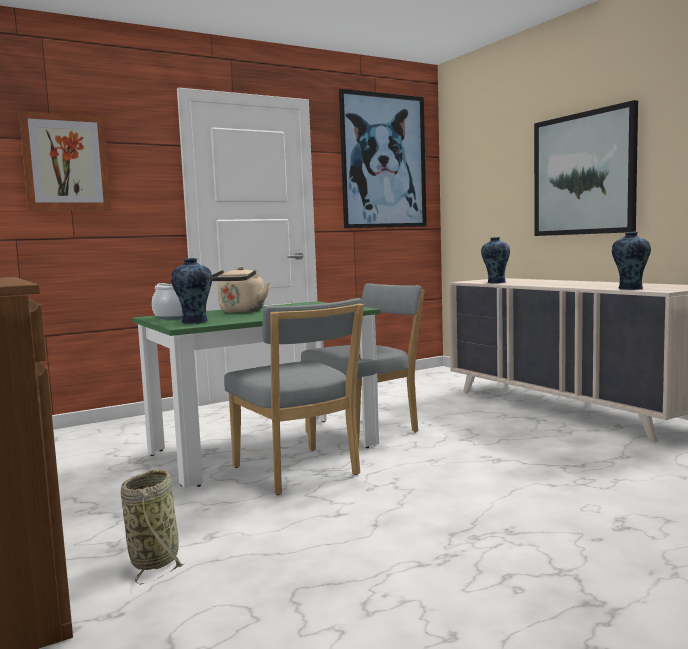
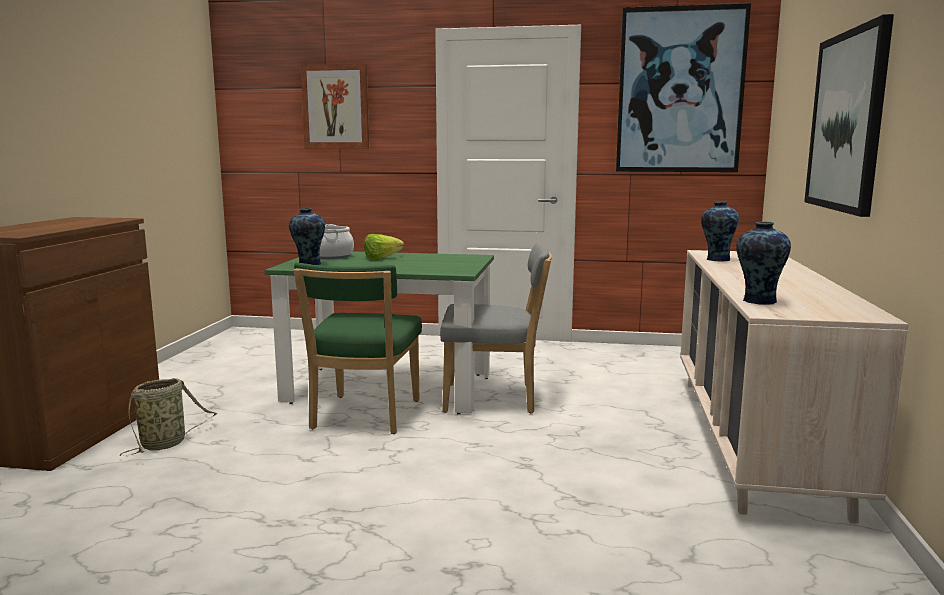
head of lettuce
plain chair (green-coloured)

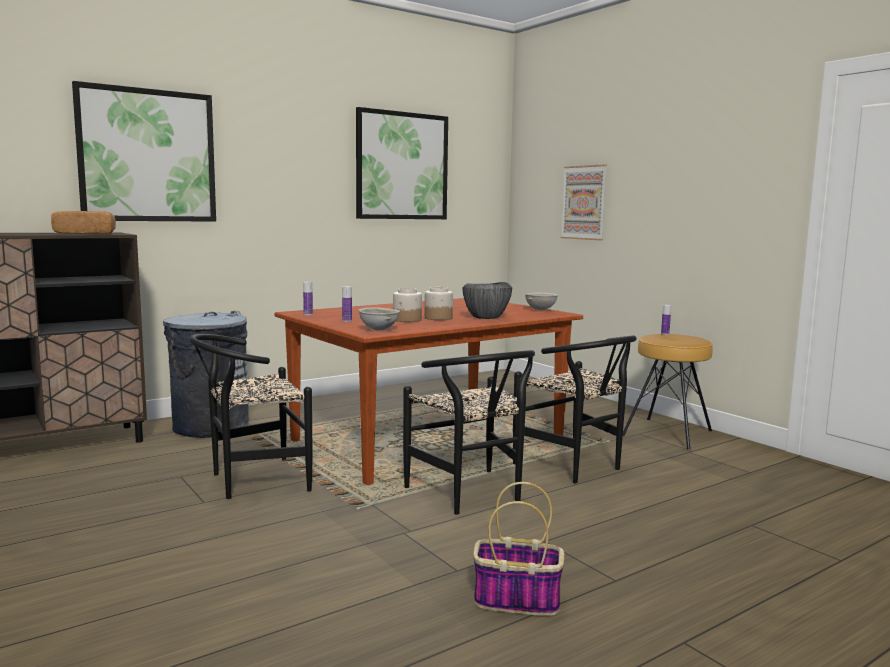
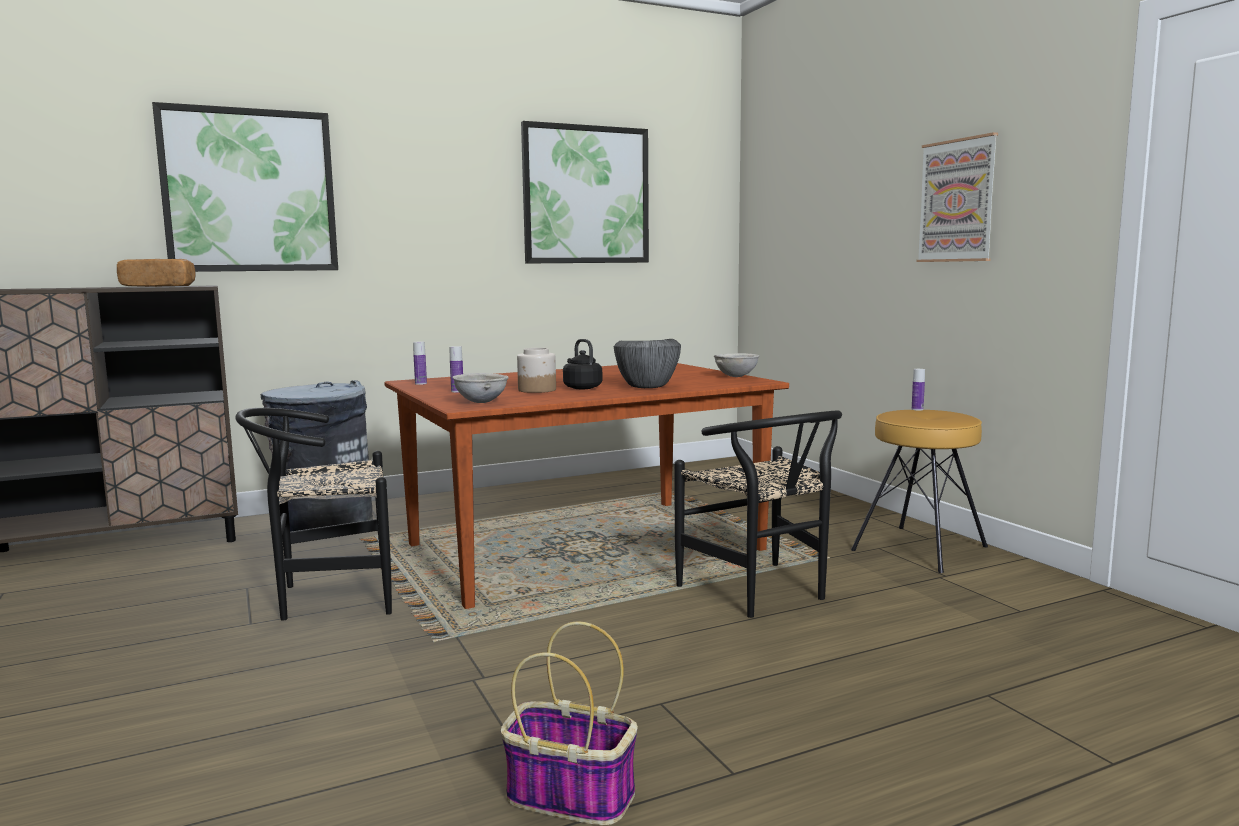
plain chair (black-coloured) (2nd from left in the first image)
picture (3rd from left)
tea kettle (black-coloured)

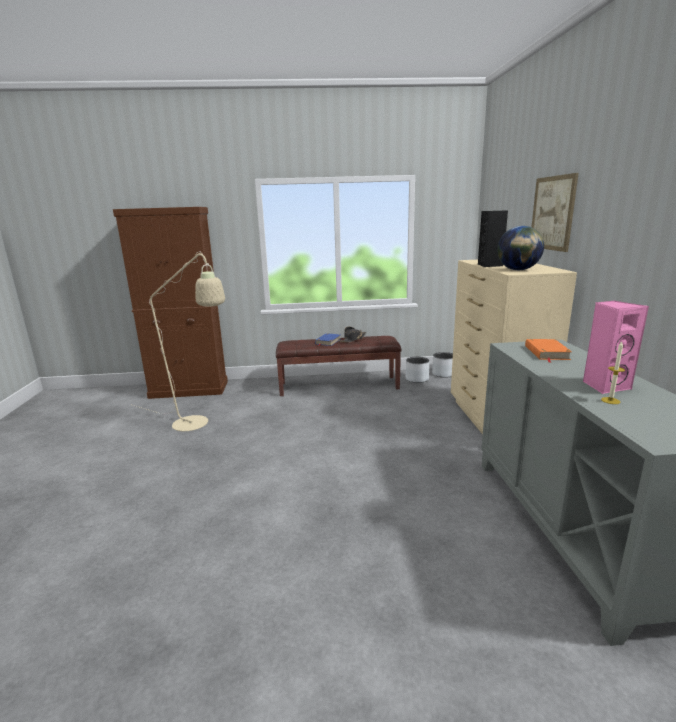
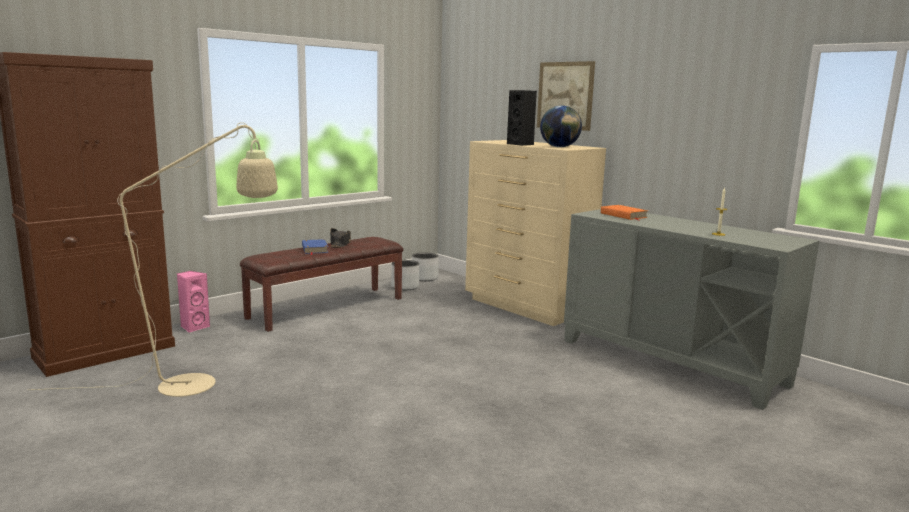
loudspeaker (pink)

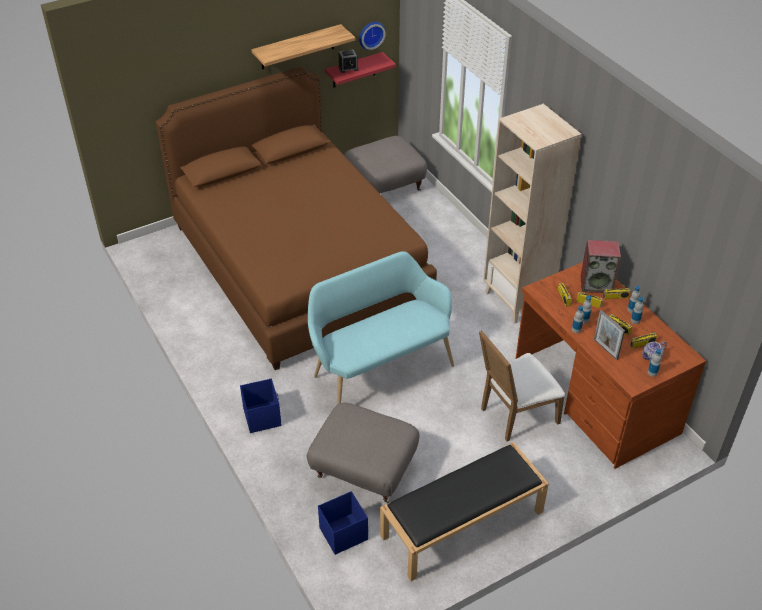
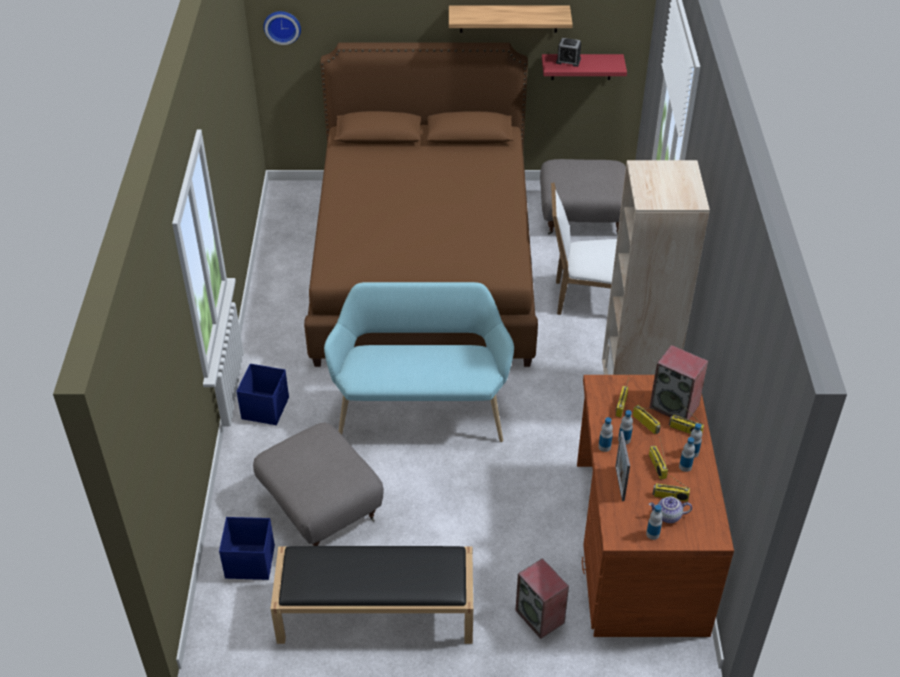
loudspeaker (1st from left)
hanging clock
plain chair (white)

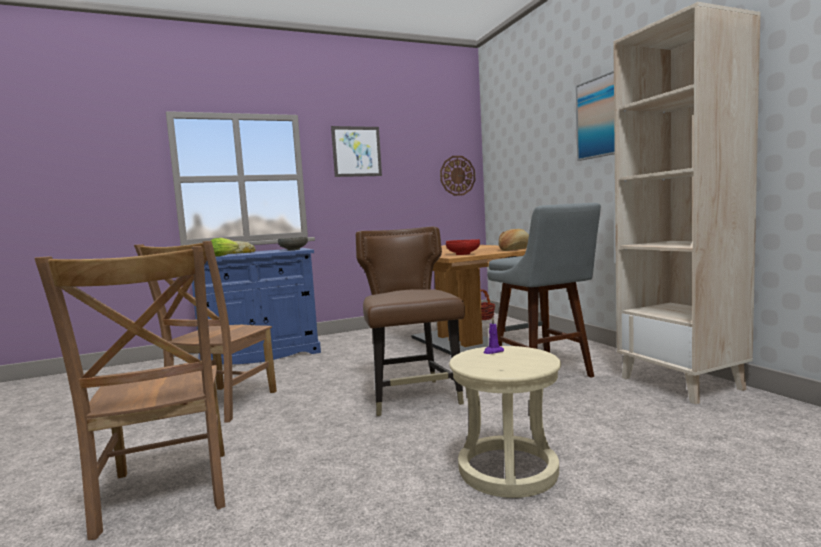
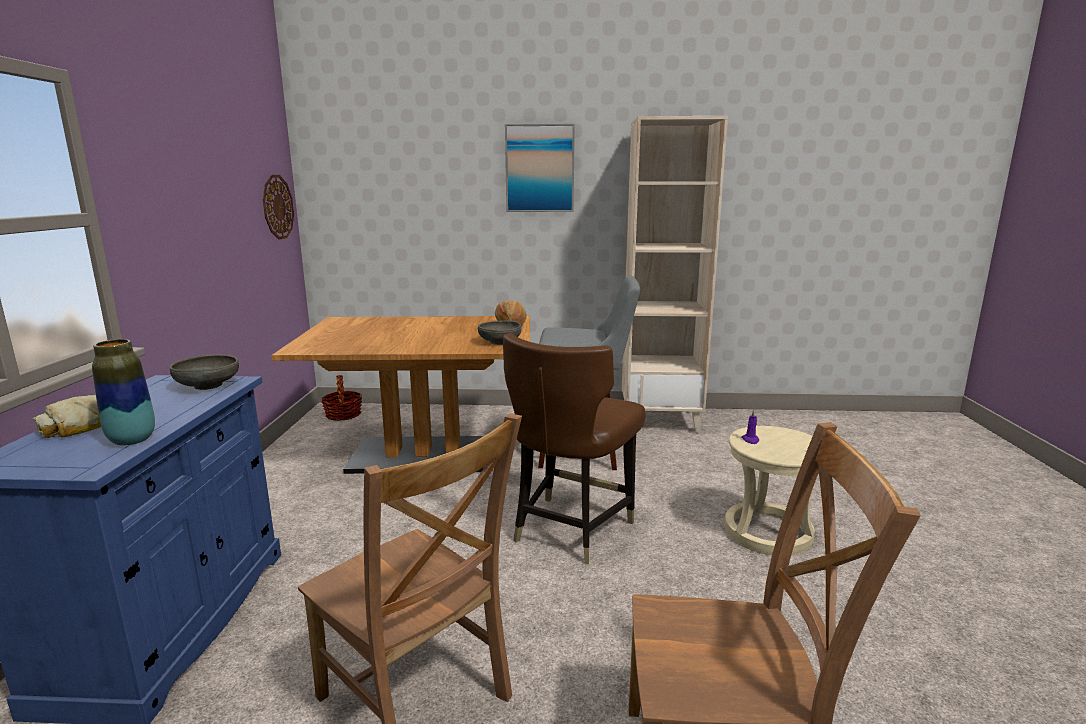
picture (1st from left in the first image)
flower vase
bowl (grey) (2nd from left)
plain chair (brown-coloured) (2nd from left)

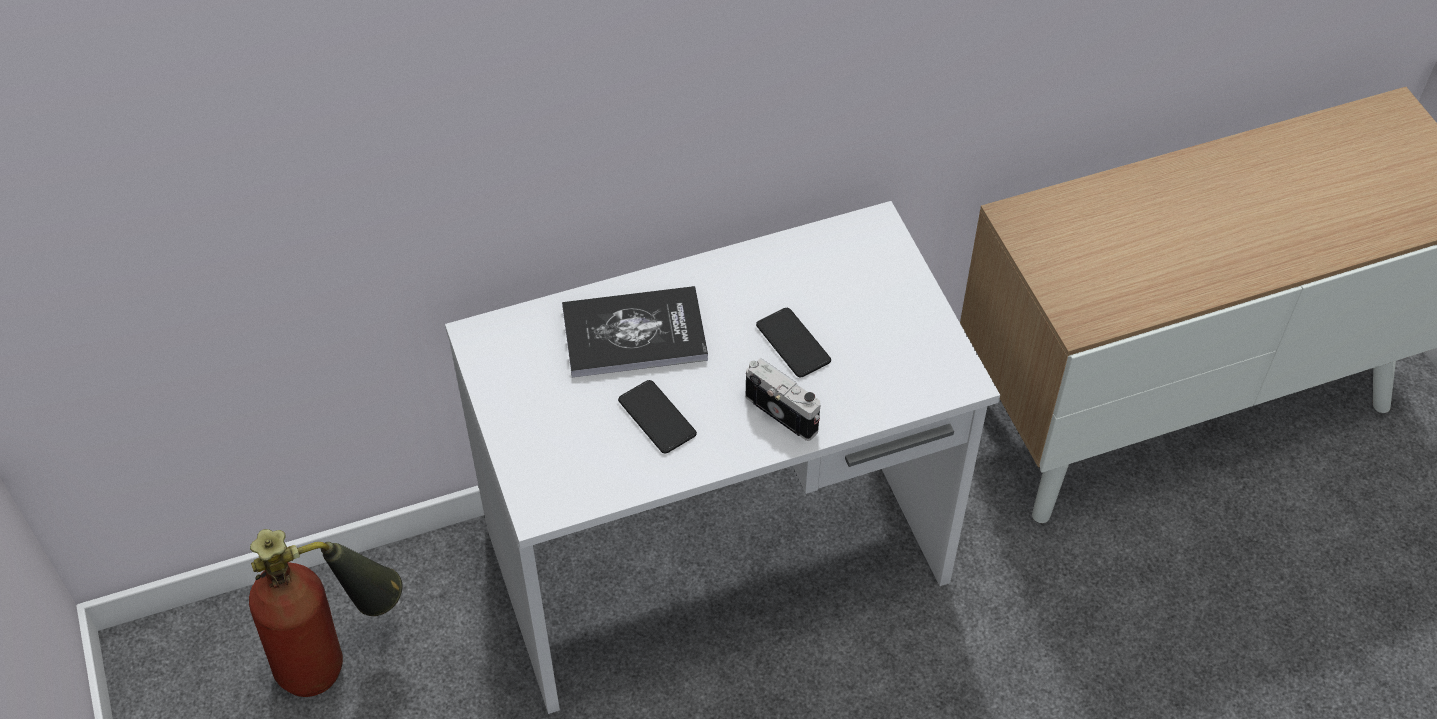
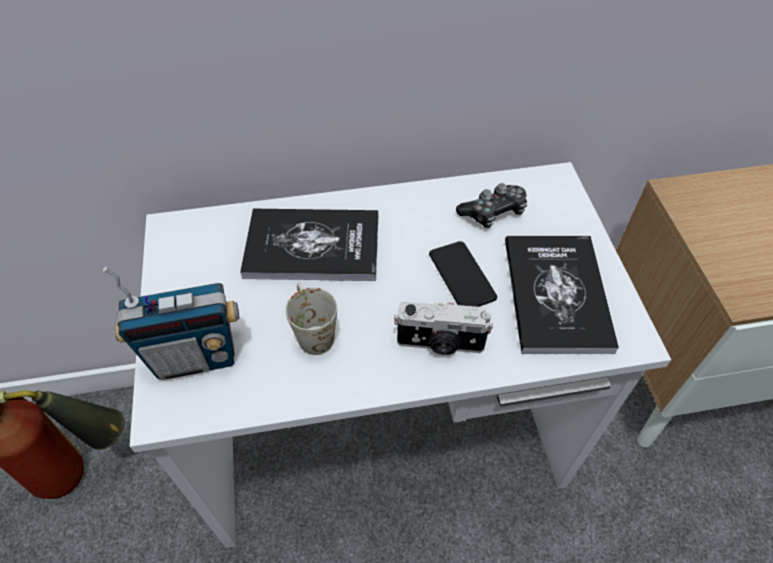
radio receiver
joypad
book (2nd from left)
tea mug (white)
photo camera

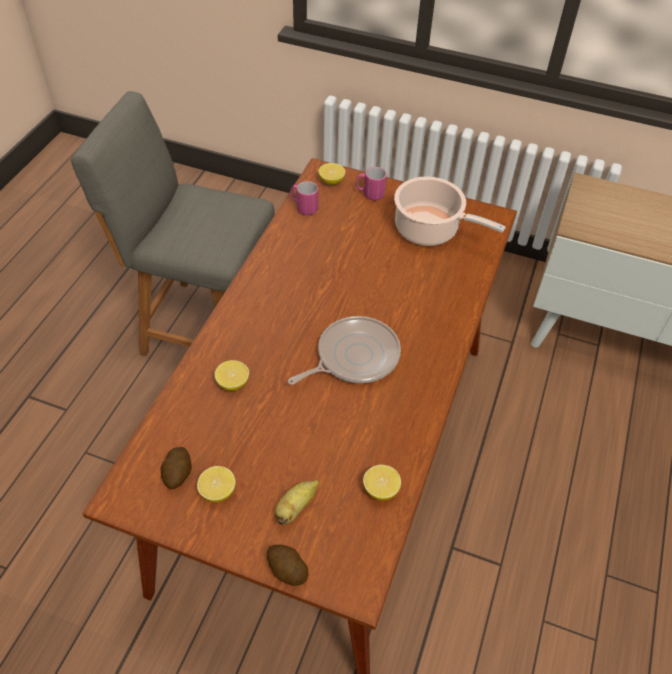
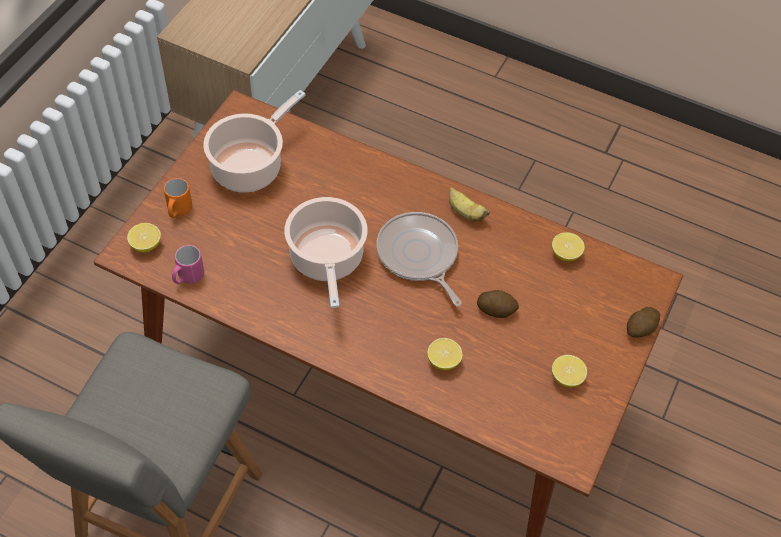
stockpot (2nd from left)
potato (1st from left)
banana
tea mug (orangey)

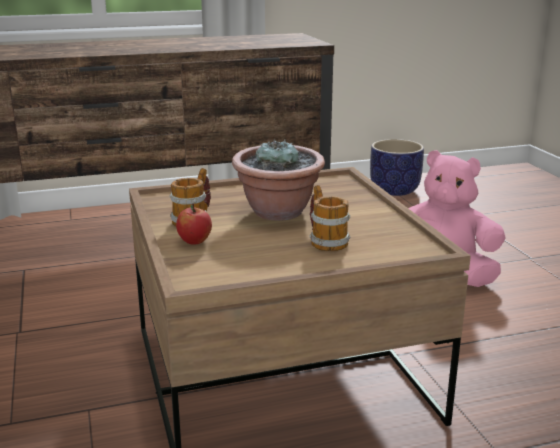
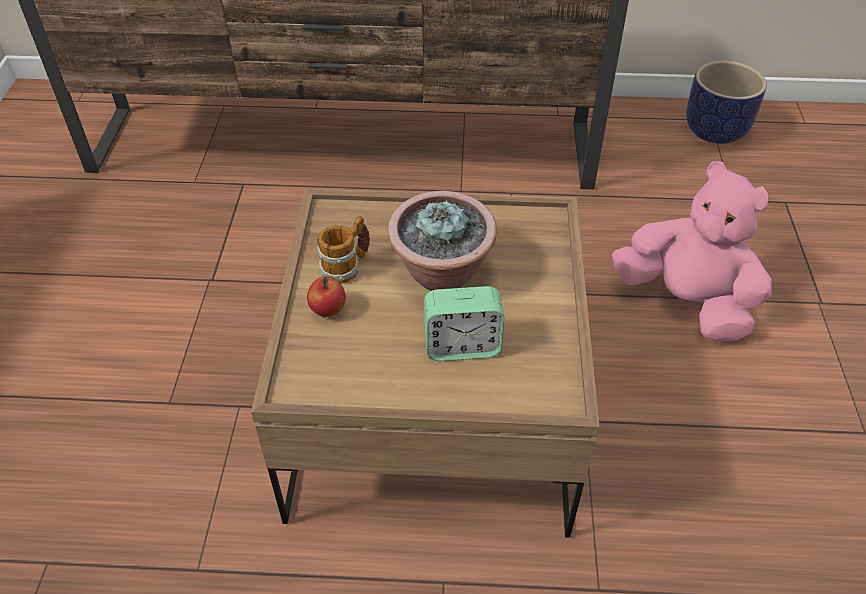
table clock

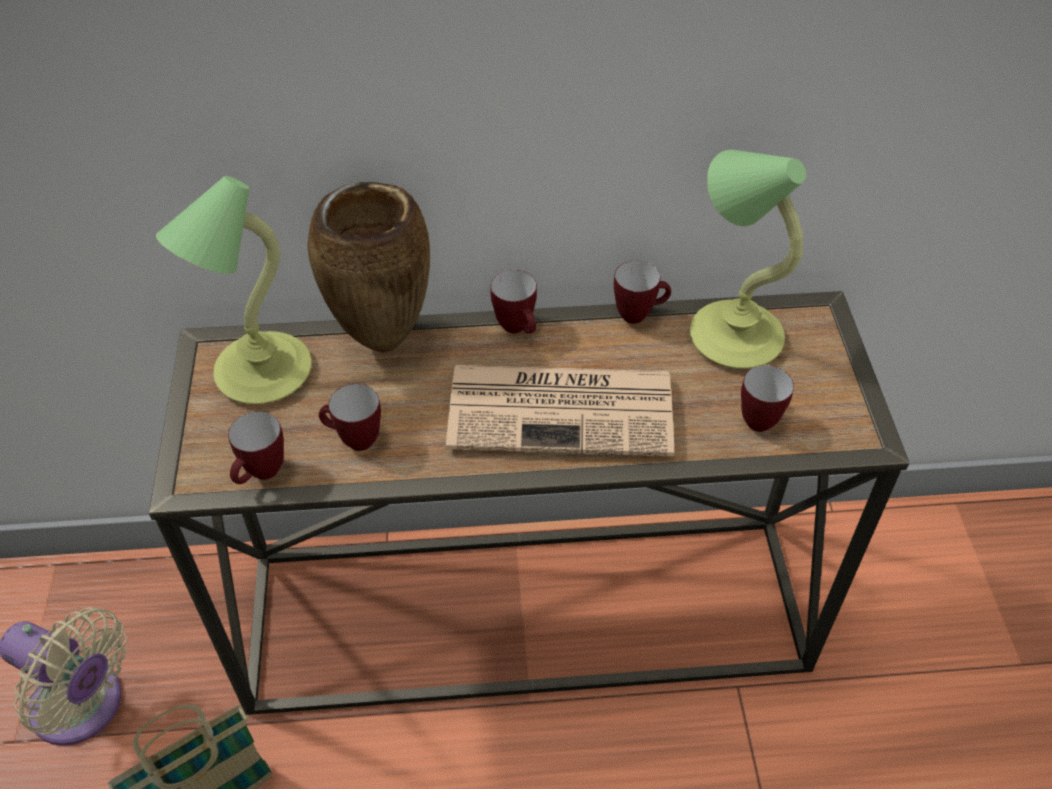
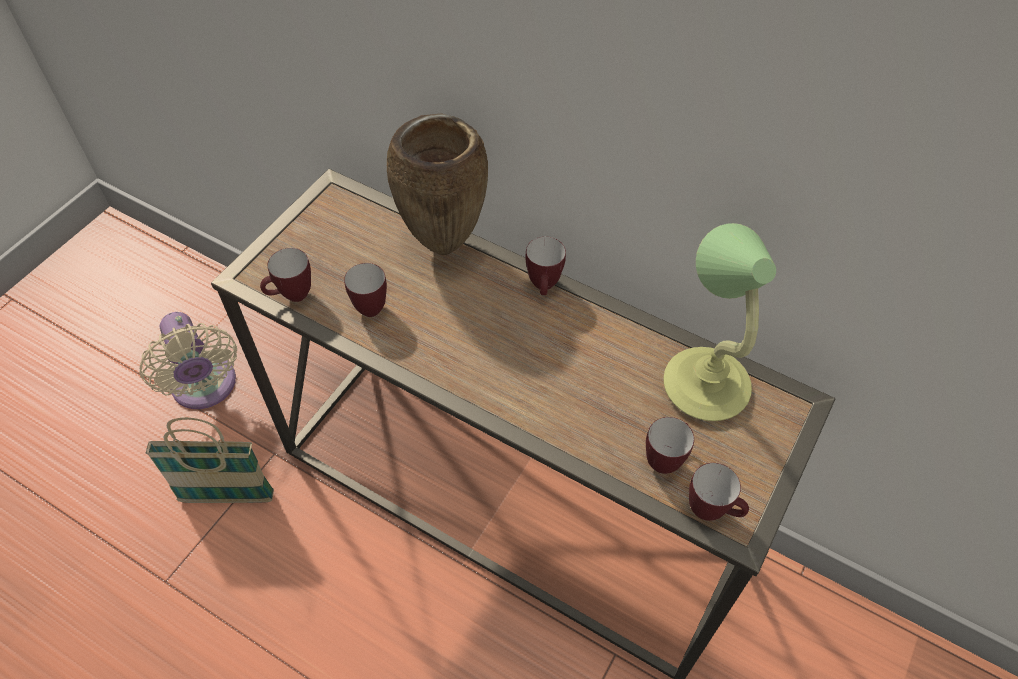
table lamp (1st from left in the first image)
daily paper
tea mug (5th from left)

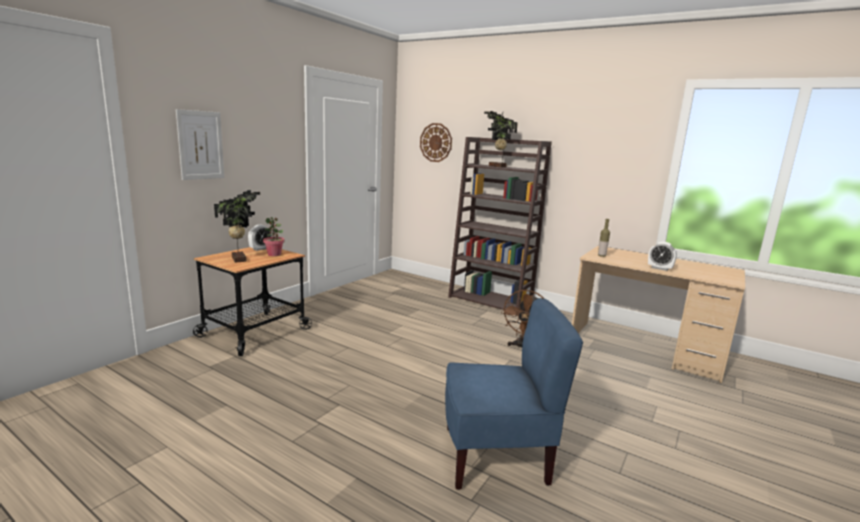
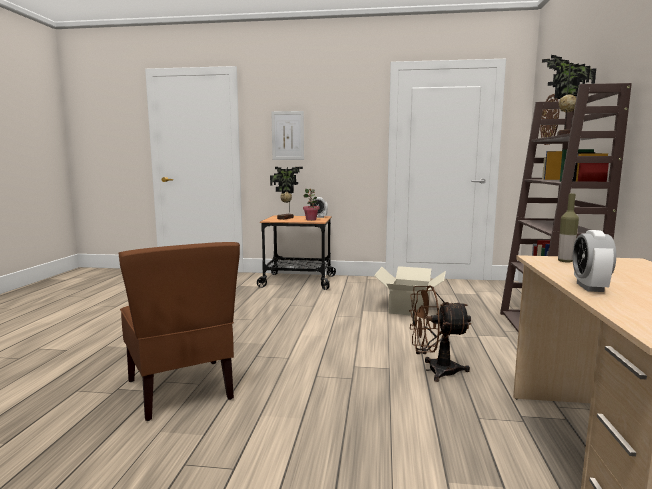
cardboard box
plain chair (brown-coloured)

